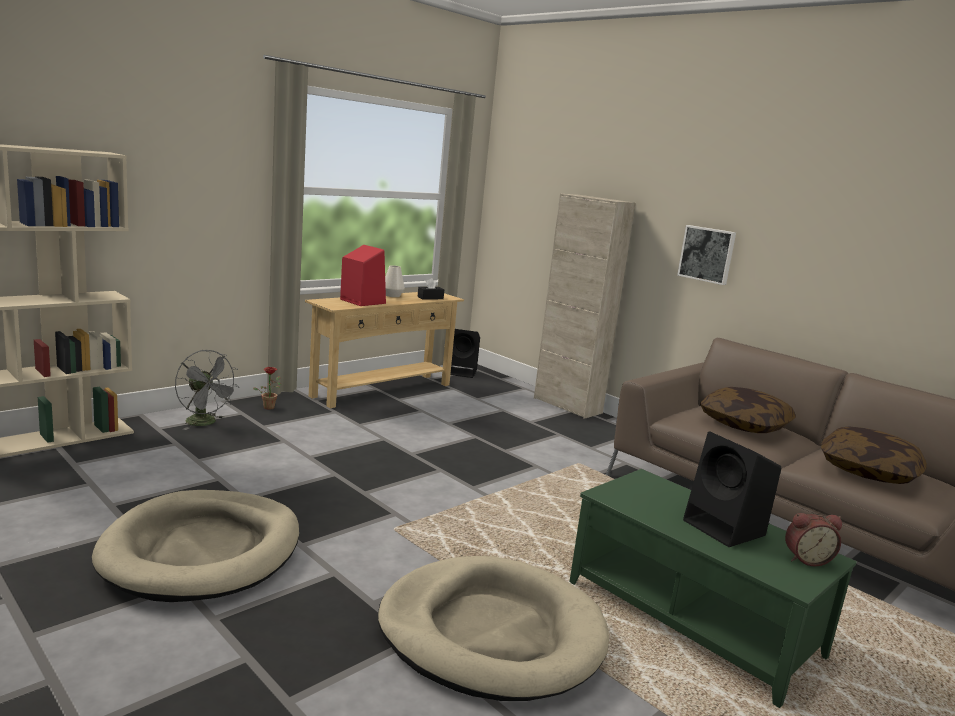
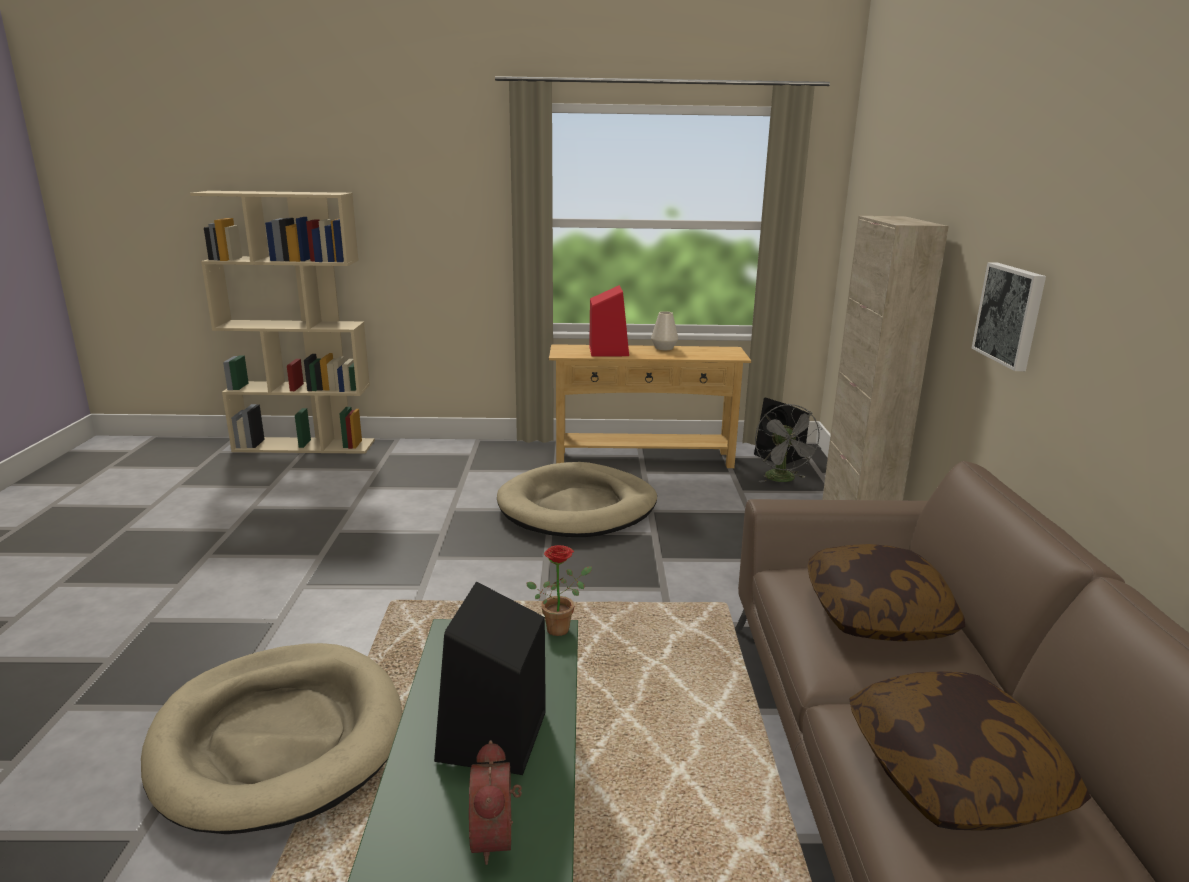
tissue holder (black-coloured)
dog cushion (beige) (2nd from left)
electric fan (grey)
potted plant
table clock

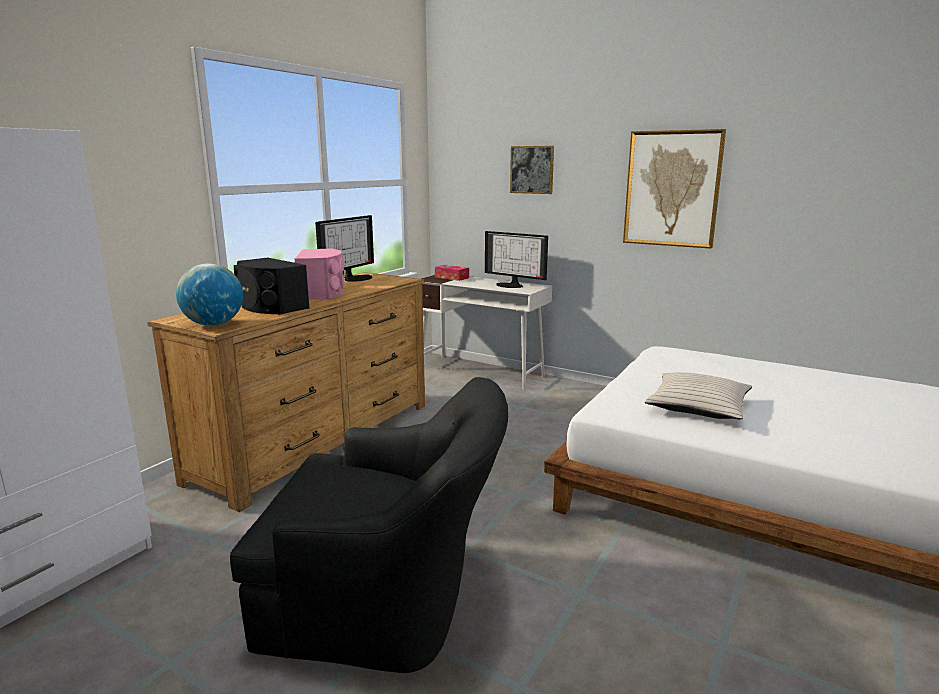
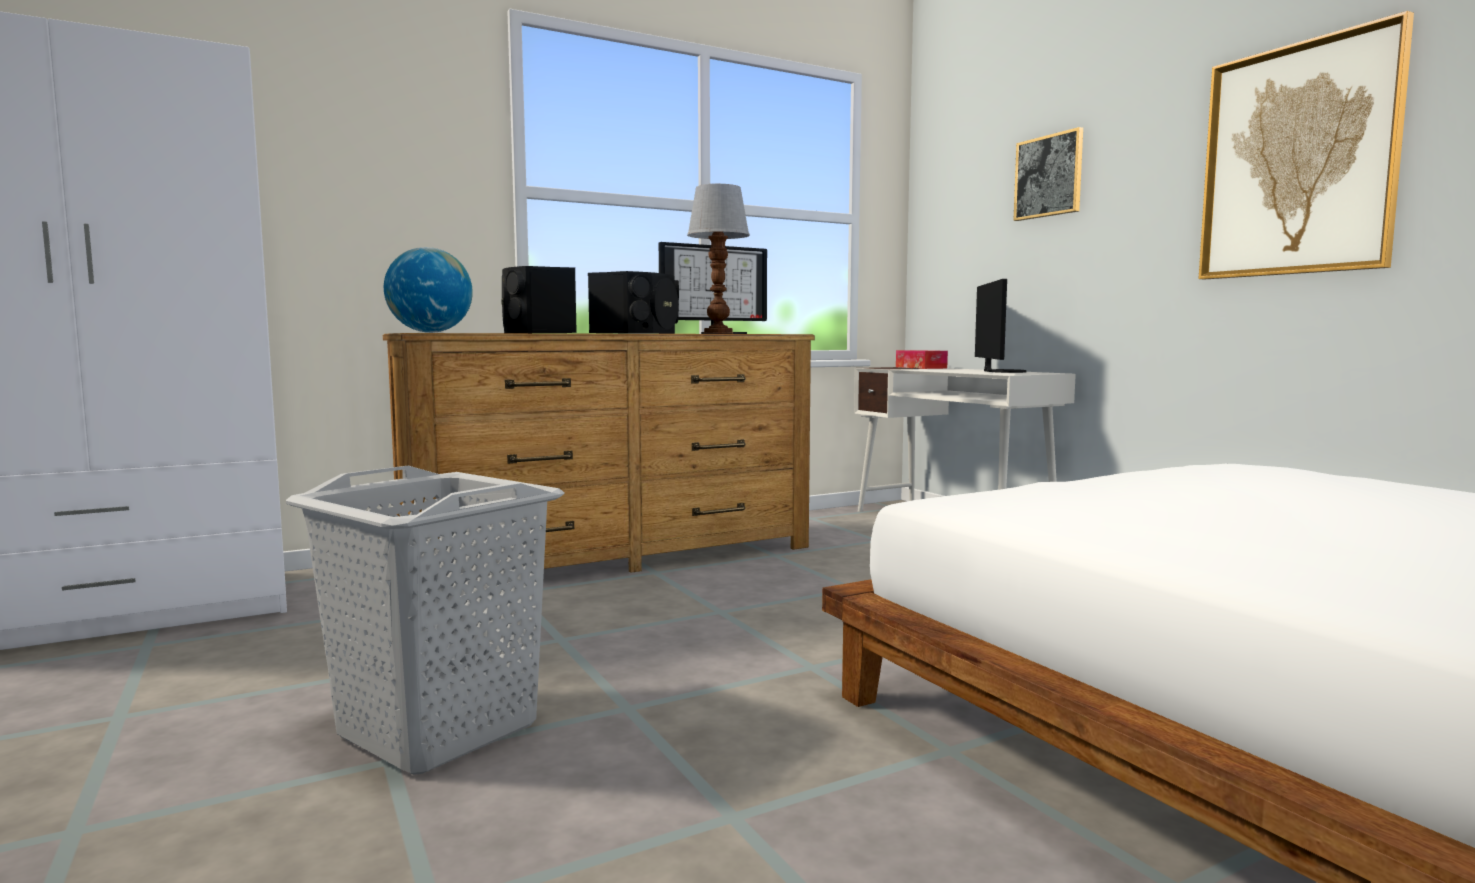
pillow (beige)
table lamp
washing basket (grey)
loudspeaker (black-coloured) (2nd from left)
computer display (2nd from left)

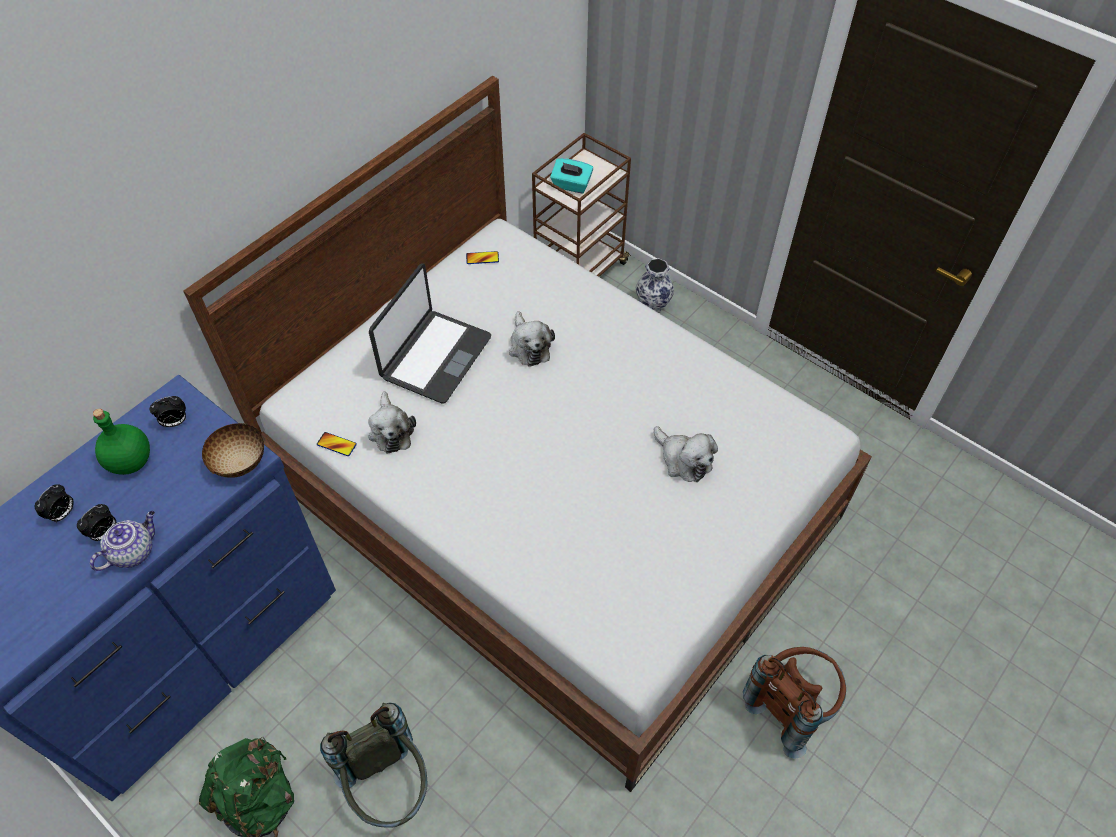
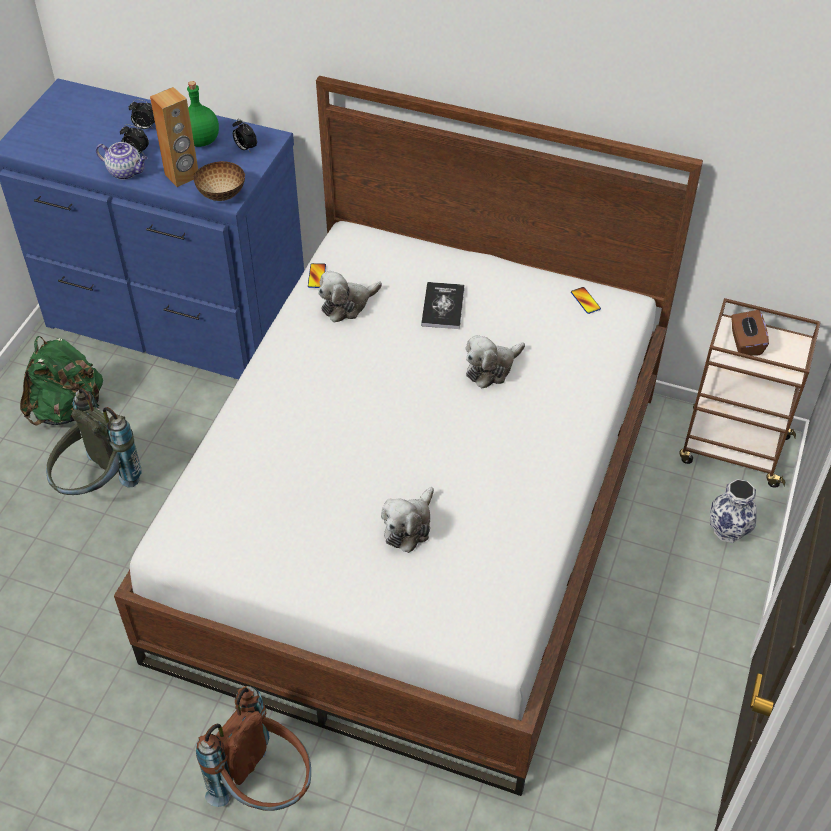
loudspeaker (brown-coloured)
book
tissue holder (brown-coloured)

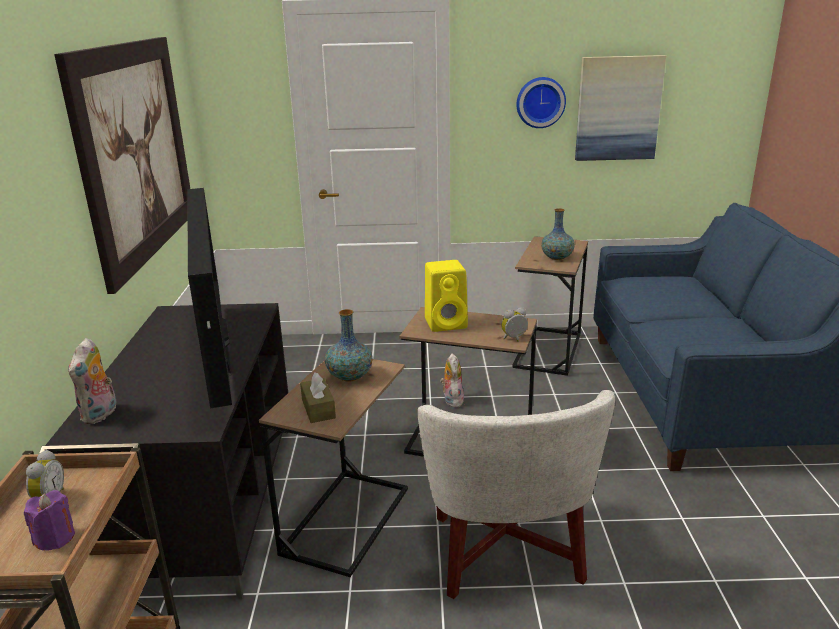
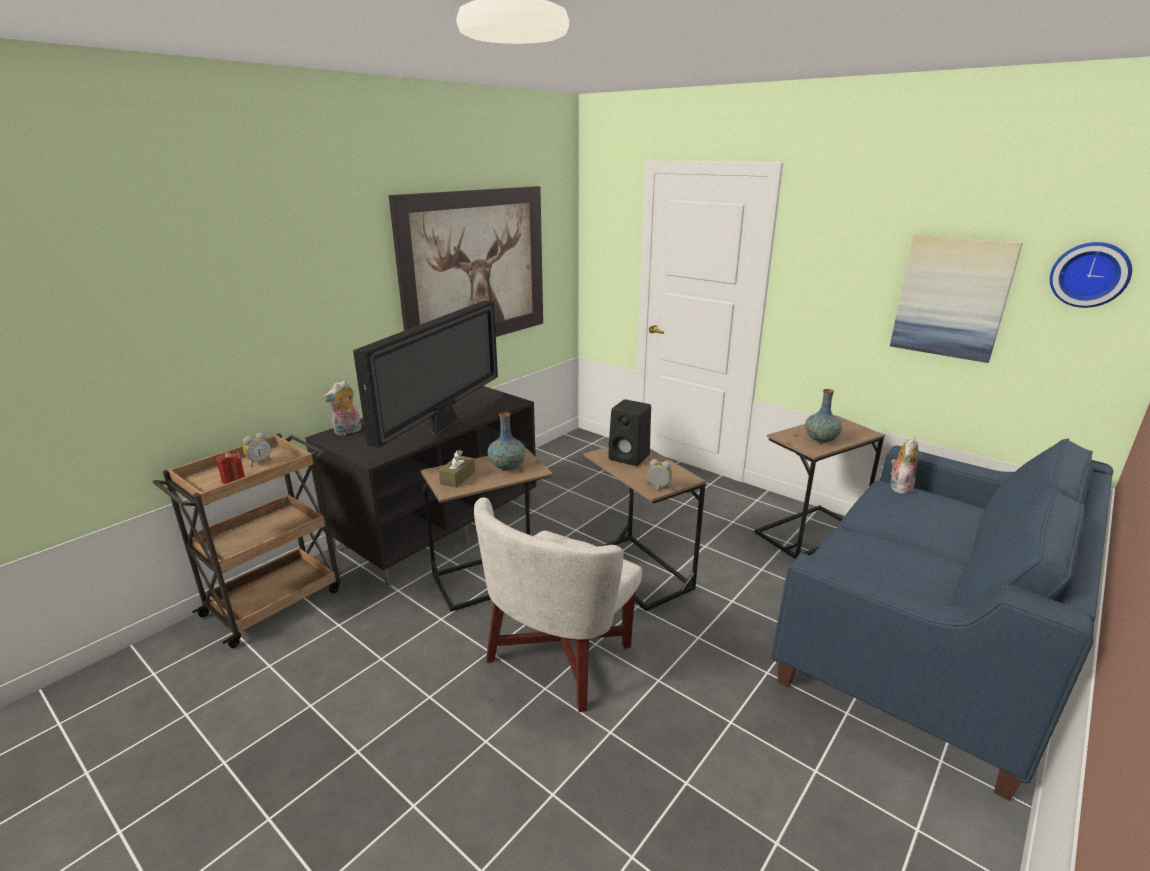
soft toy (2nd from left)
hanging clock
candle (red)
loudspeaker (black-coloured)

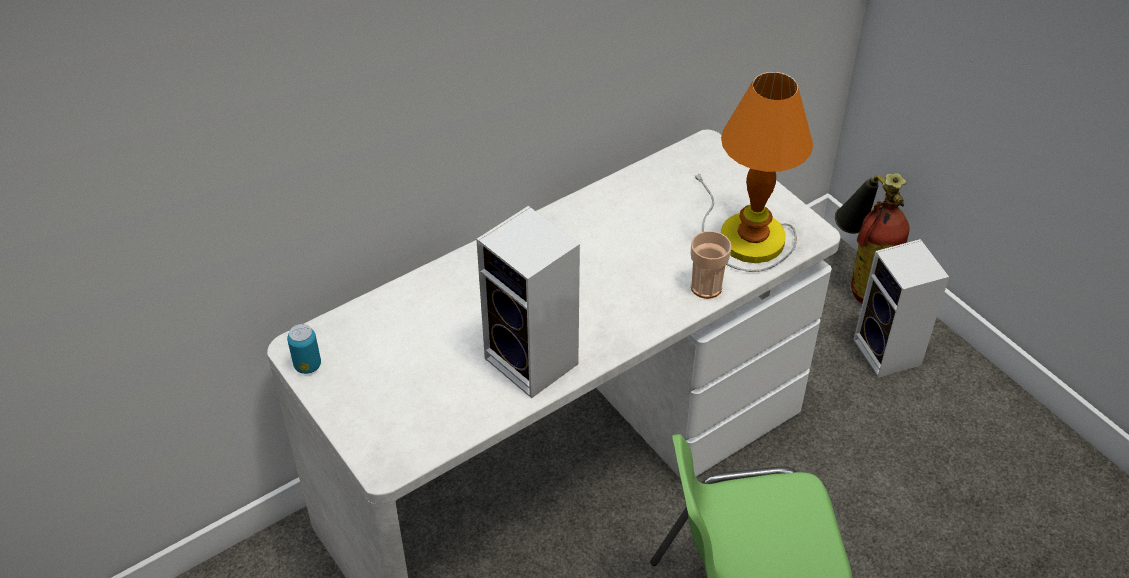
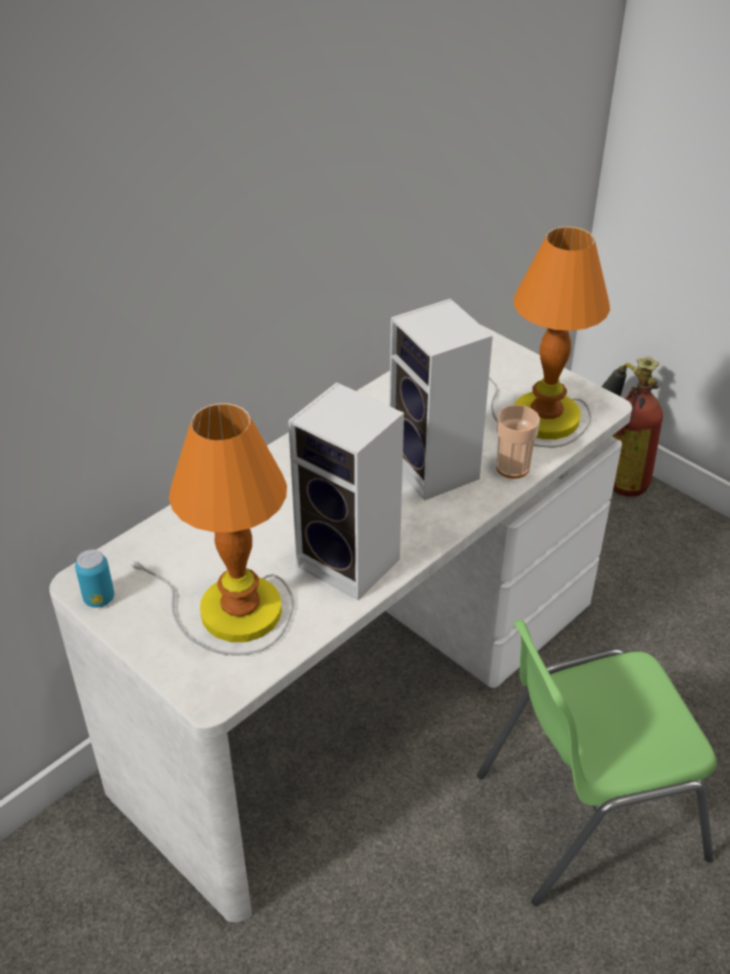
table lamp (1st from left)
loudspeaker (2nd from left)

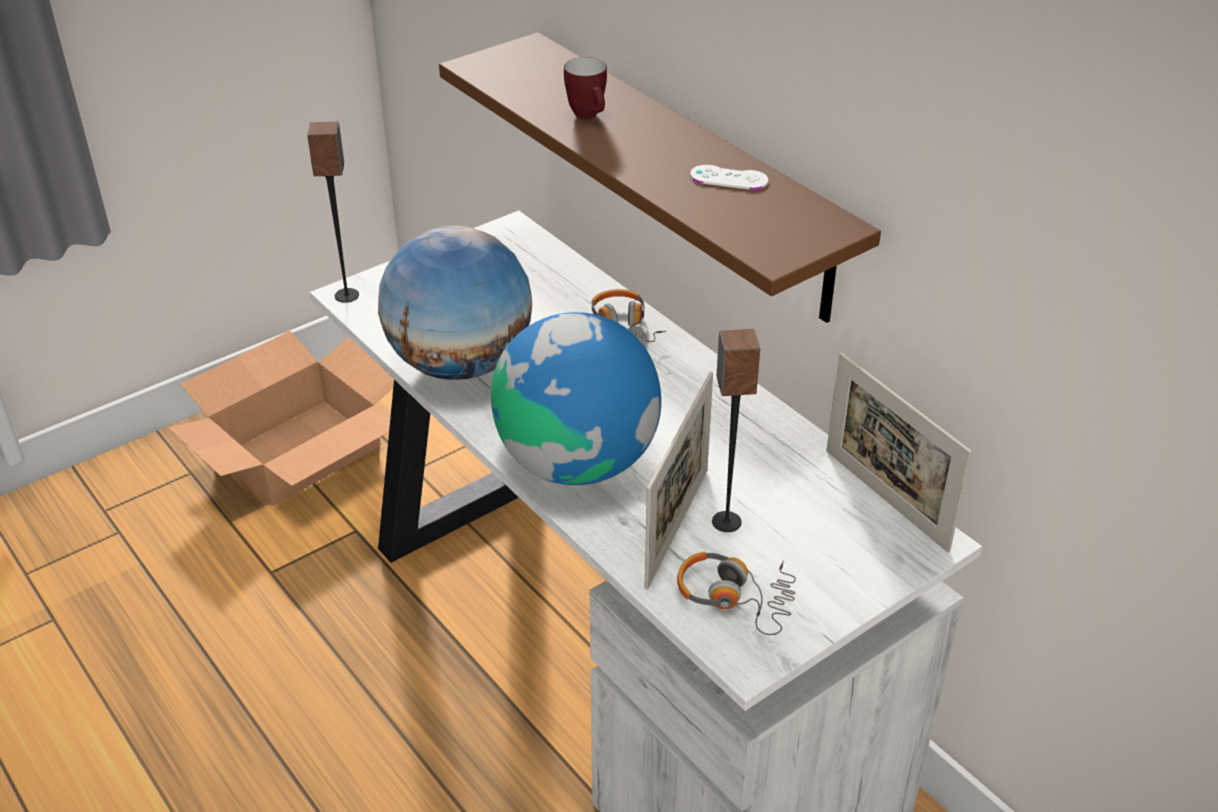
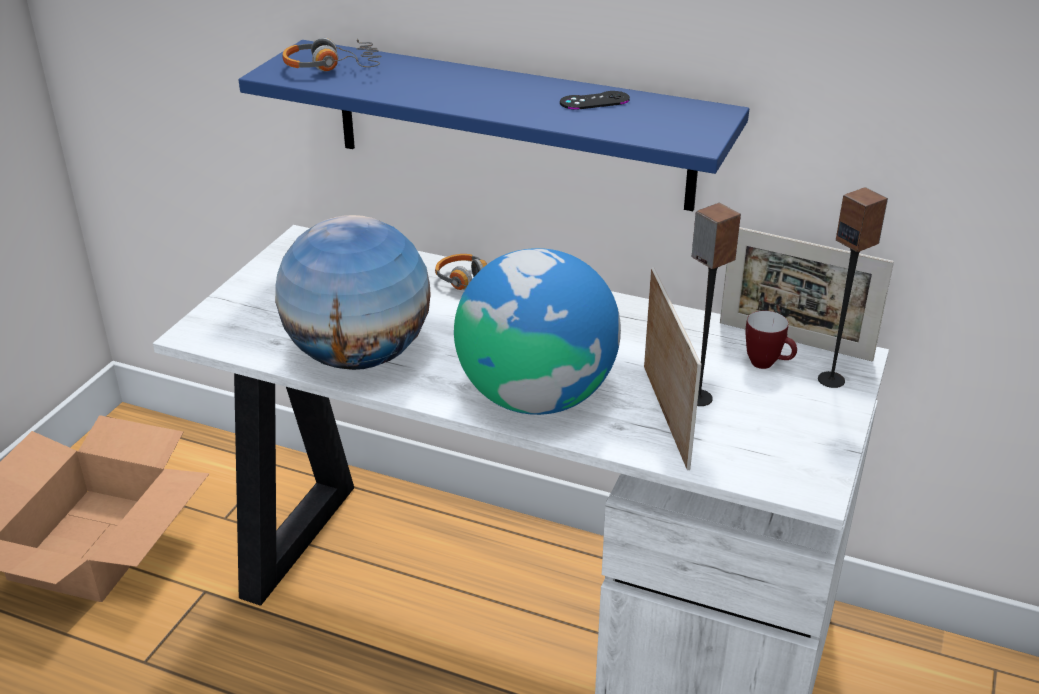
loudspeaker (2nd from left)
tea mug
headphones (1st from left)
shelf (blue-coloured)
joypad (black-coloured)

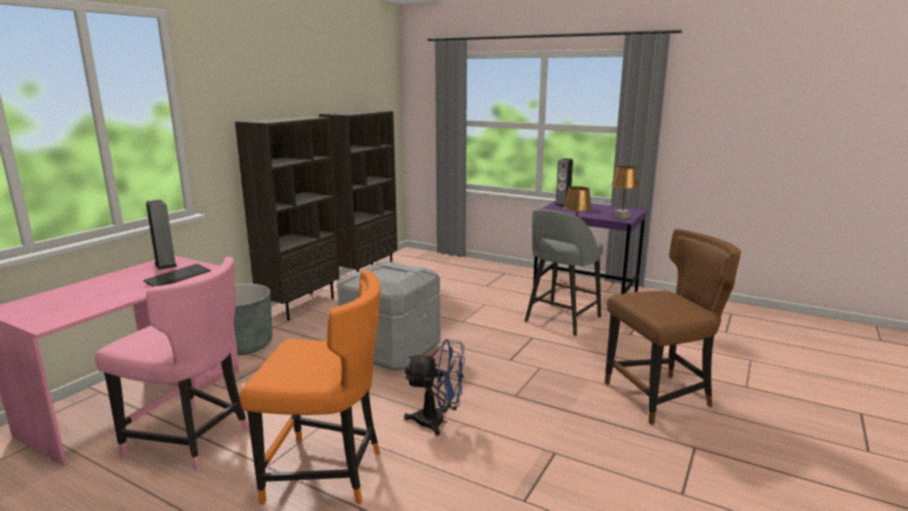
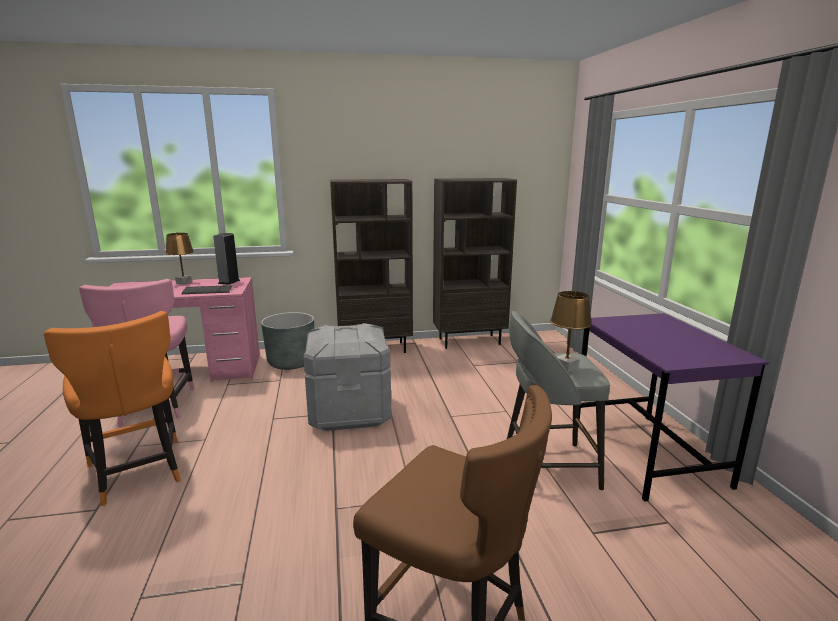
electric fan (blue-coloured)
loudspeaker (2nd from left in the first image)
table lamp (brown-coloured) (1st from left)

